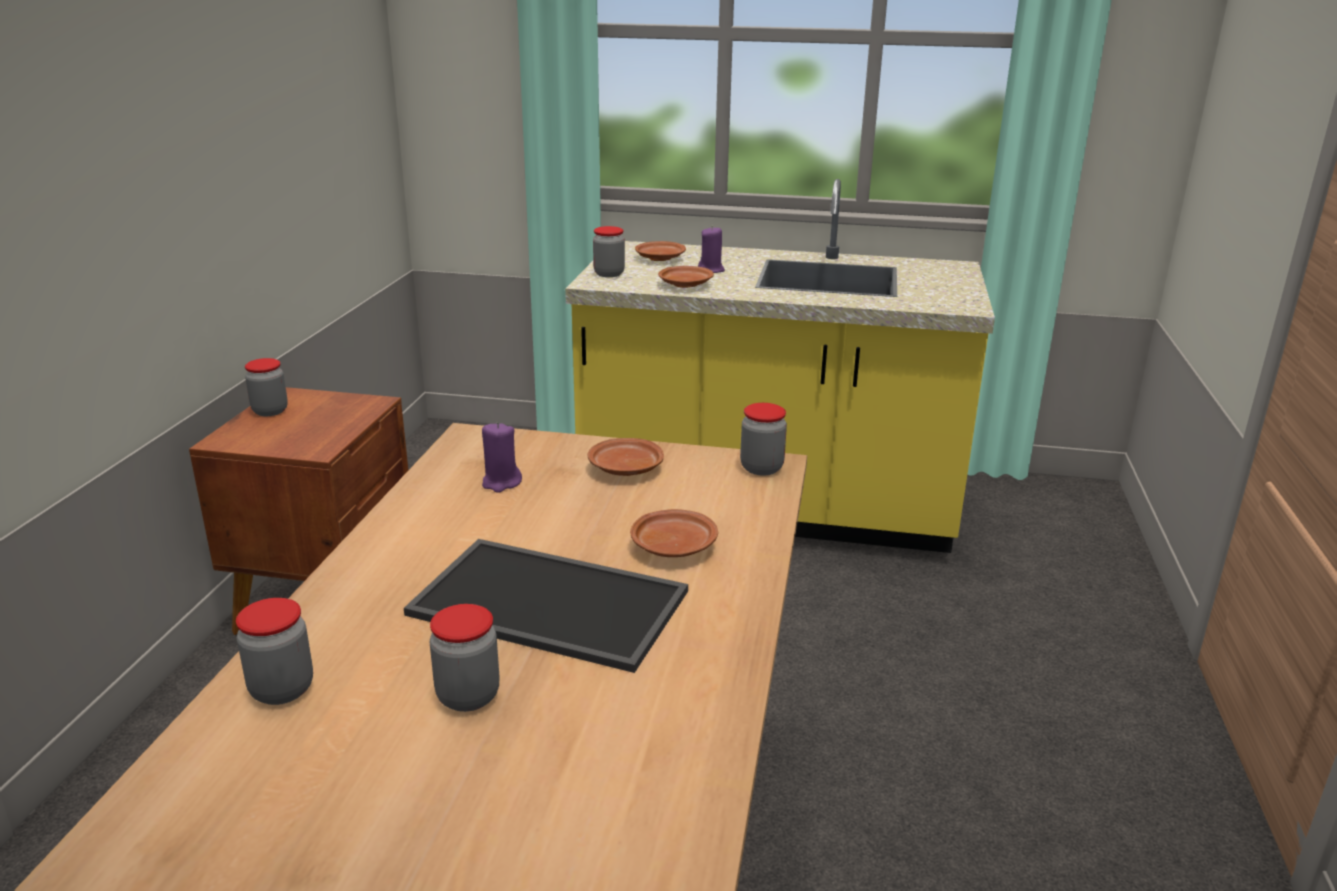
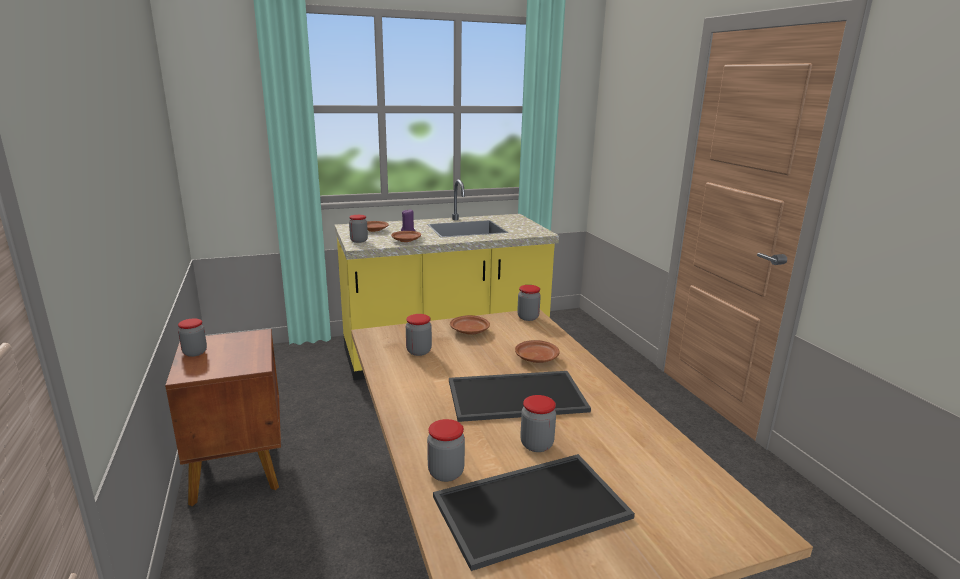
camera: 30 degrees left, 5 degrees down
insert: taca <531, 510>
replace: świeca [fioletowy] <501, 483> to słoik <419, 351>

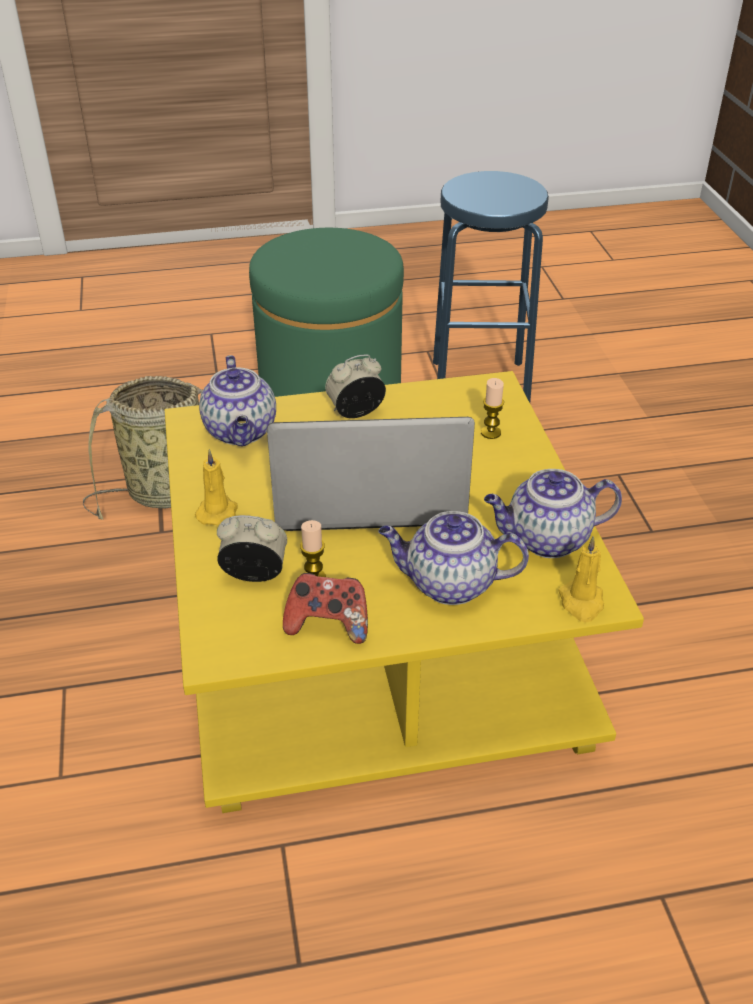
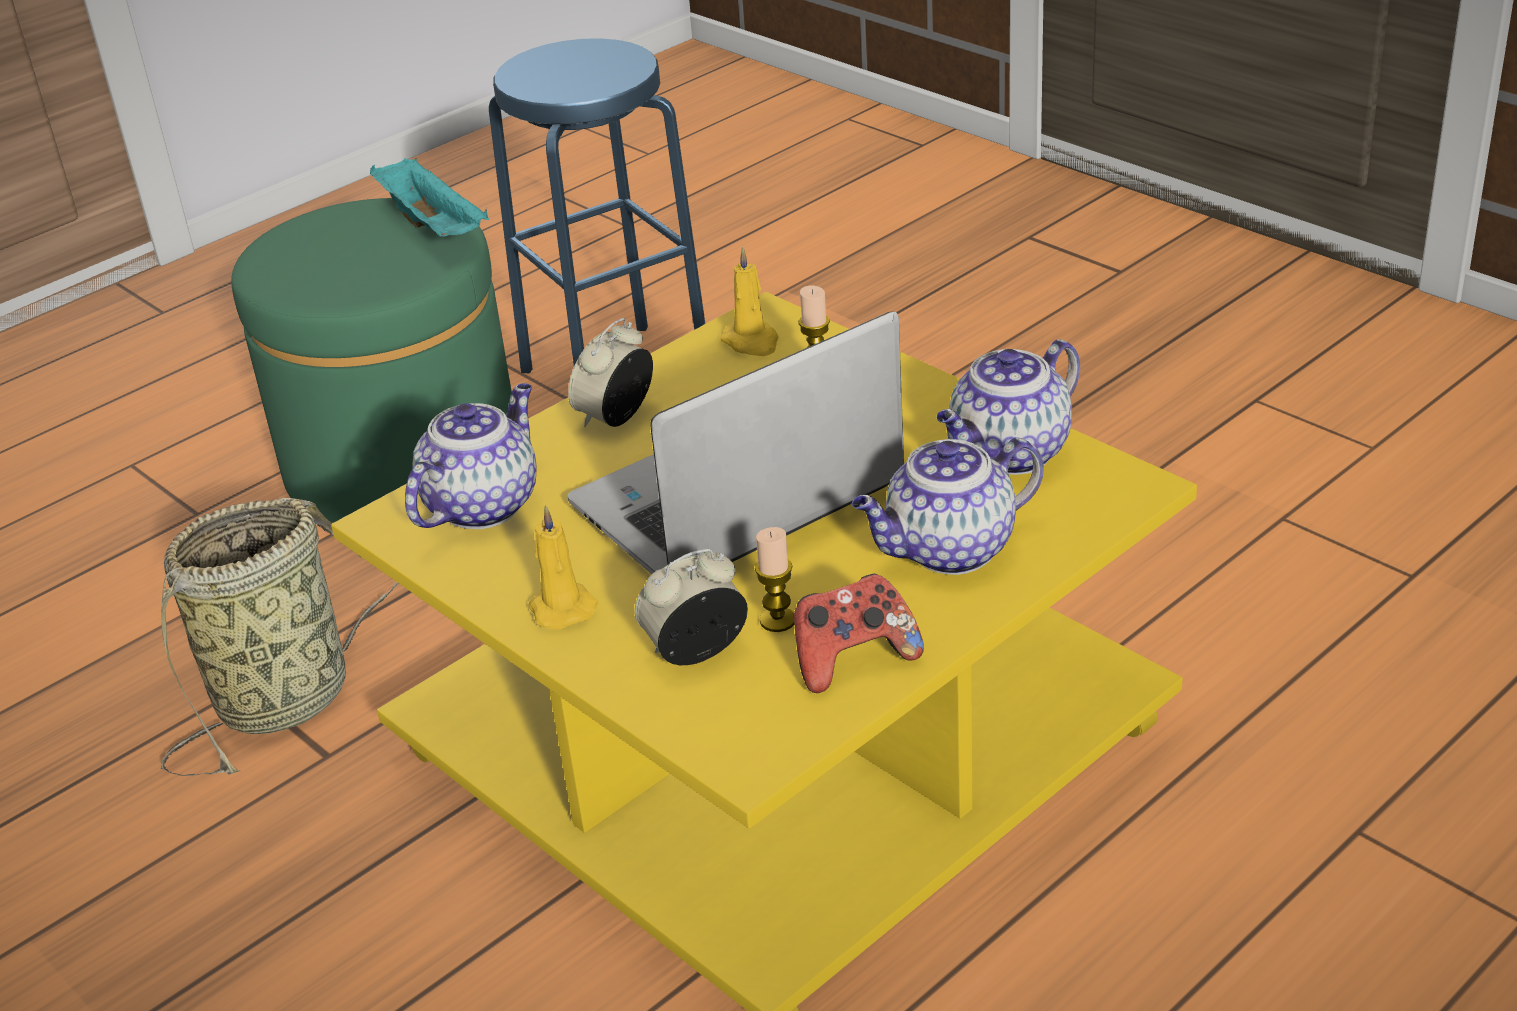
camera: 30 degrees left, 5 degrees down
insert: taca [turkusowy] <434, 227>
move: świeca [żółty] <581, 603> to <752, 342>
rotate: imbryk <241, 432> = <482, 504> 105 degrees counterclockwise

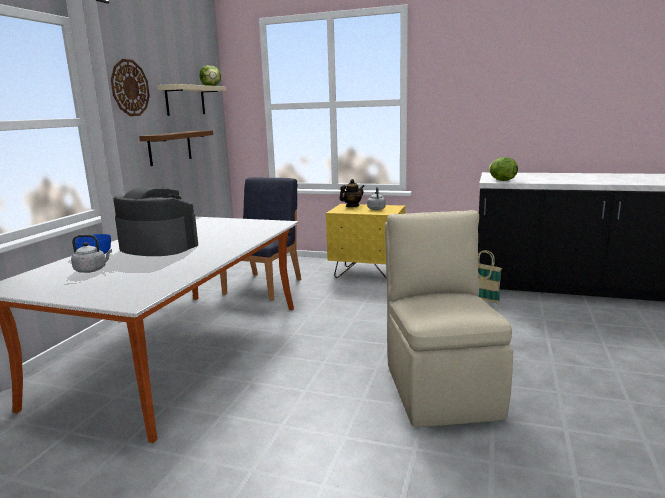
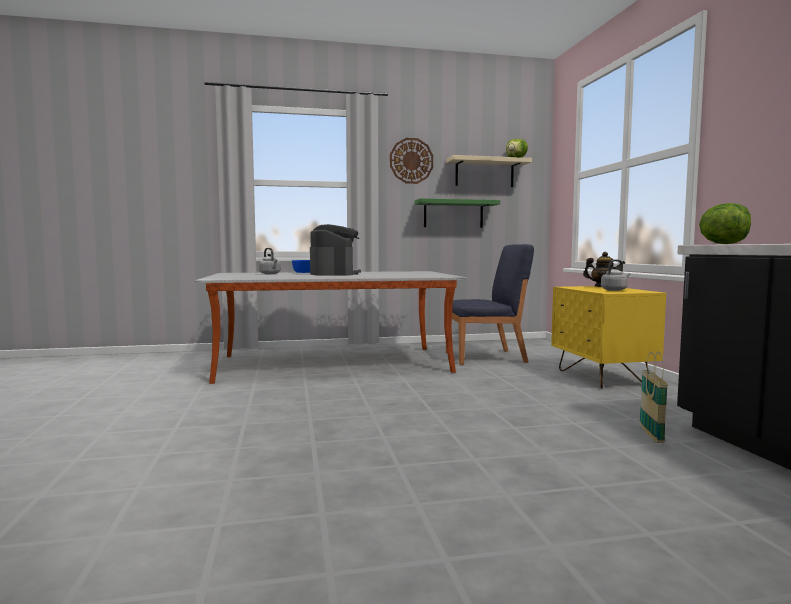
camera: 60 degrees right, 10 degrees down
delete: krzesło [beżowy] <441, 388>
recolor: półka [brązowy] <170, 147> to półka [zielony] <453, 214>

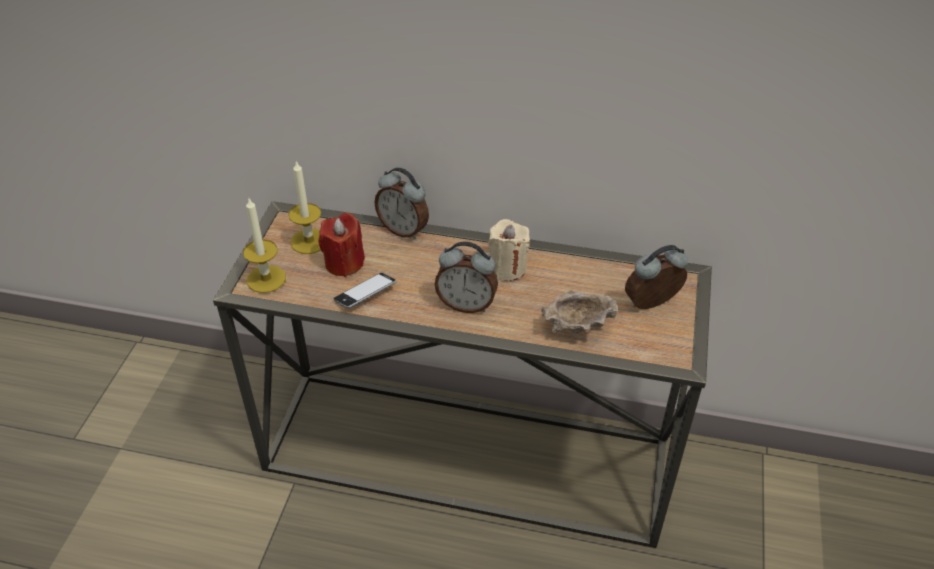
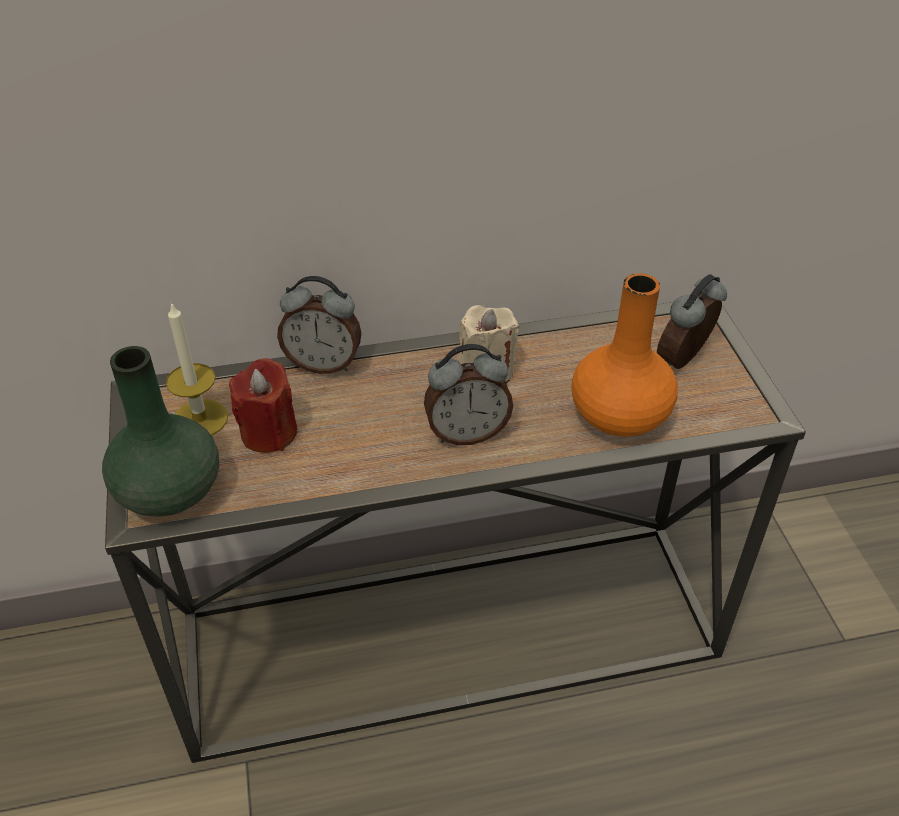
camera: 25 degrees left, 0 degrees up
delete: telefon <365, 294>
replace: świeca <266, 279> to wazon [zielony] <170, 490>; miska [beżowy] <577, 328> to wazon [pomarańczowy] <620, 416>

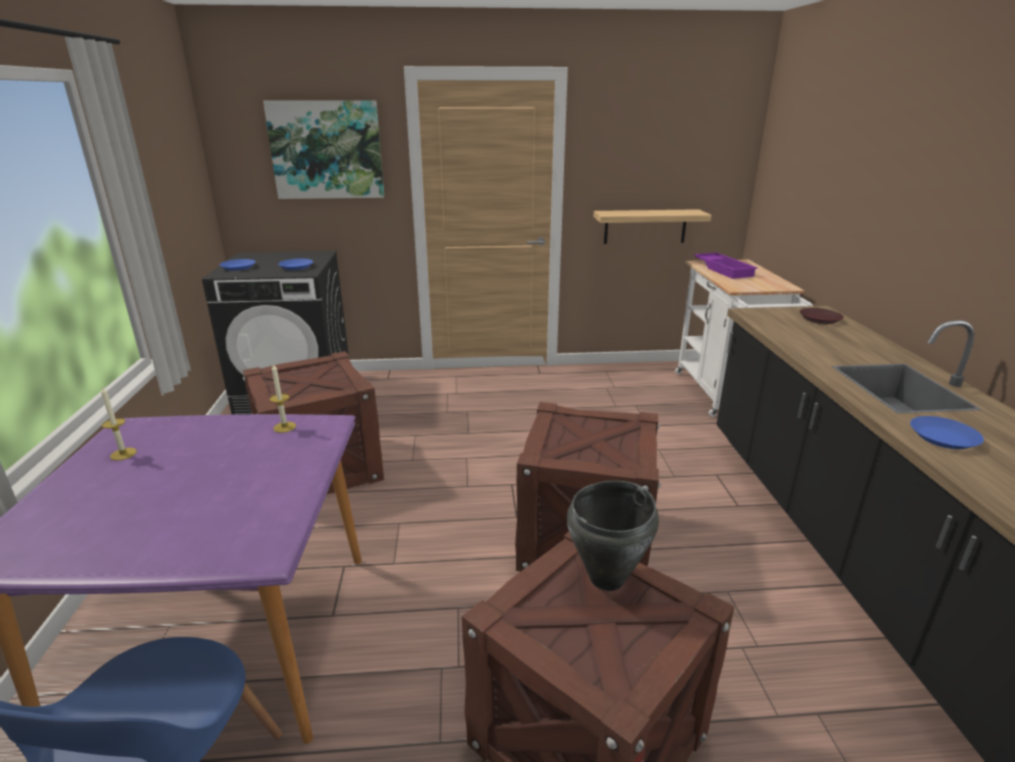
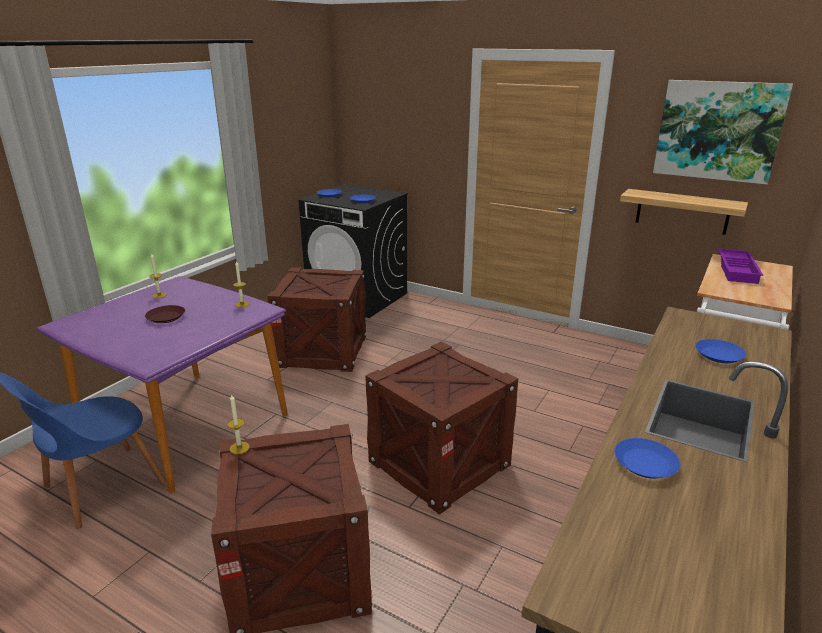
camera: 35 degrees right, 0 degrees up
delete: garnek [czarny] <608, 578>
insert: talerz [niebieski] <718, 355>; świeca <239, 448>
move: obraz <326, 150> to <718, 131>; talerz [brązowy] <820, 319> to <166, 317>

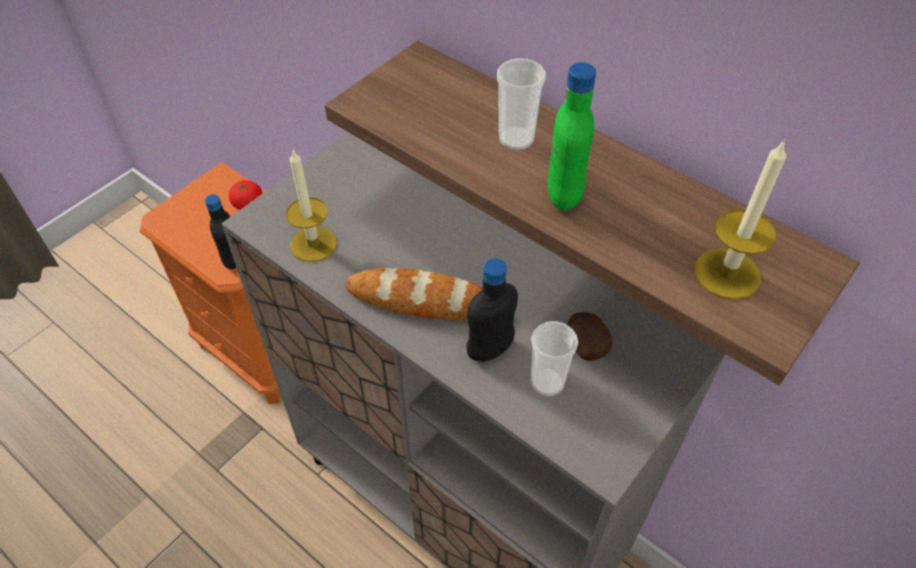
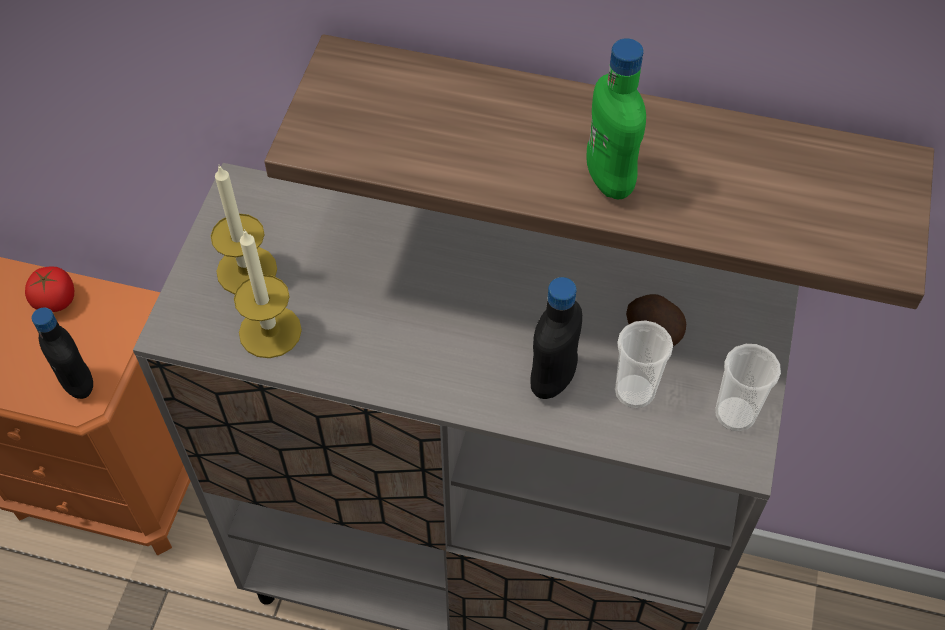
camera: 25 degrees left, 5 degrees up
delete: chleb <422, 300>
move: filiżanka <516, 139> to <735, 414>; świeca <727, 273> to <246, 270>

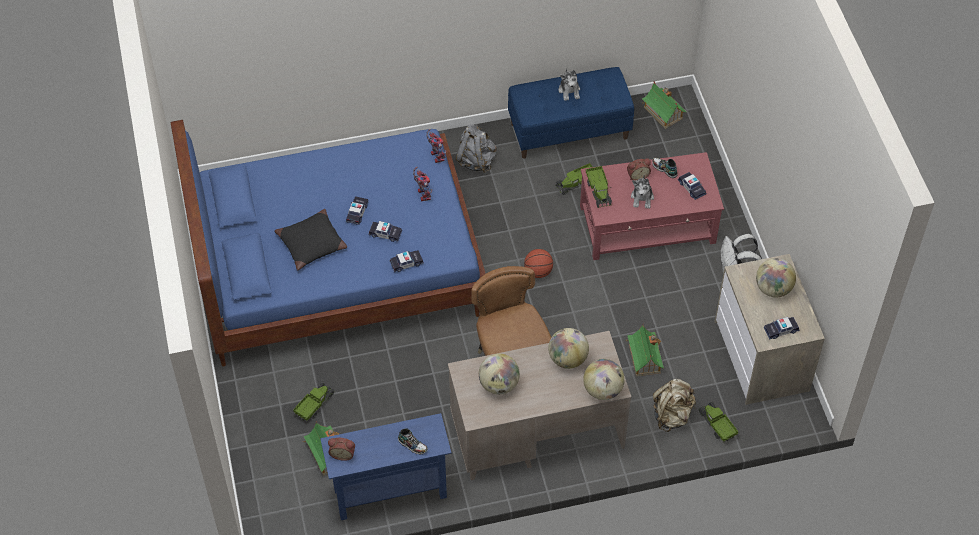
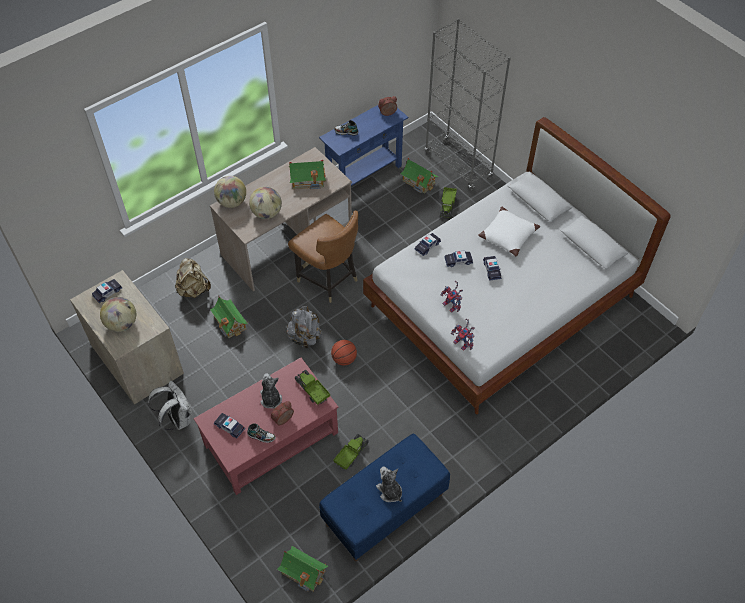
camera: 155 degrees right, 0 degrees up
delete: ciężarówka zabawkowa <716, 425>
insert: regał [szary] <458, 165>
move: plecak [szary] <476, 160> to <305, 337>
replace: globus <499, 385> to domek <308, 180>
recolor: łóżko [niebieski] <337, 265> to łóżko [biały] <501, 303>; poduszka [czarny] <312, 244> to poduszka [biały] <507, 235>

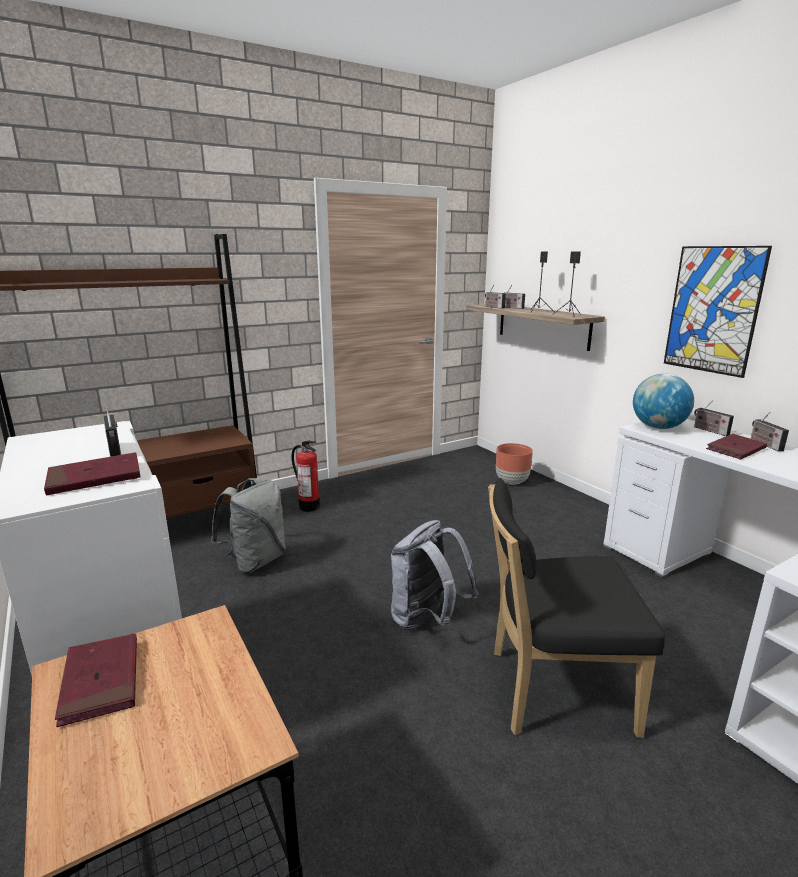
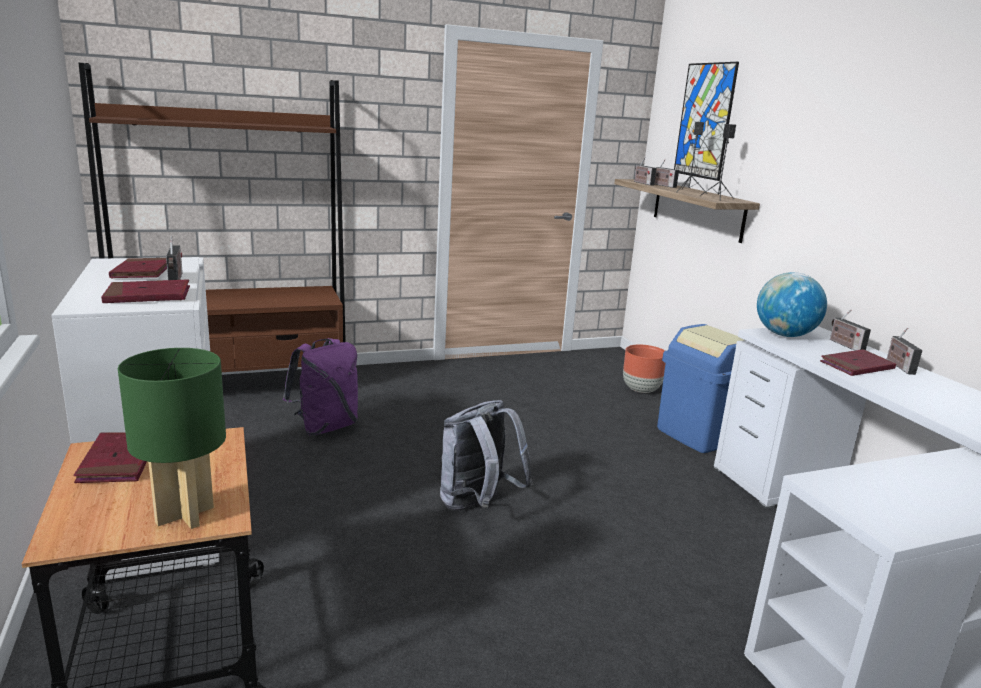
camera: 10 degrees right, 0 degrees up
delete: gaśnica <309, 506>; krzesło [czarny] <552, 690>
insert: książka [czerwony] <142, 272>; kosz na śmieci [niebieski] <698, 435>; lampa stołowa [zielony] <186, 515>
move: obraz <713, 310> to <704, 121>
recolor: plecak [szary] <255, 561> to plecak [fioletowy] <325, 427>

